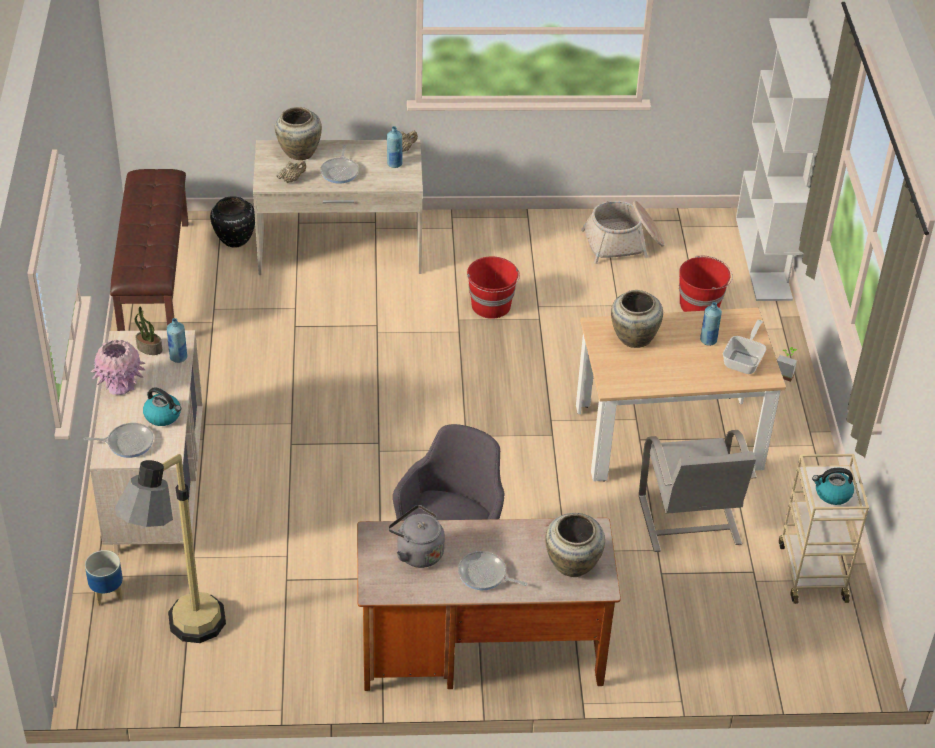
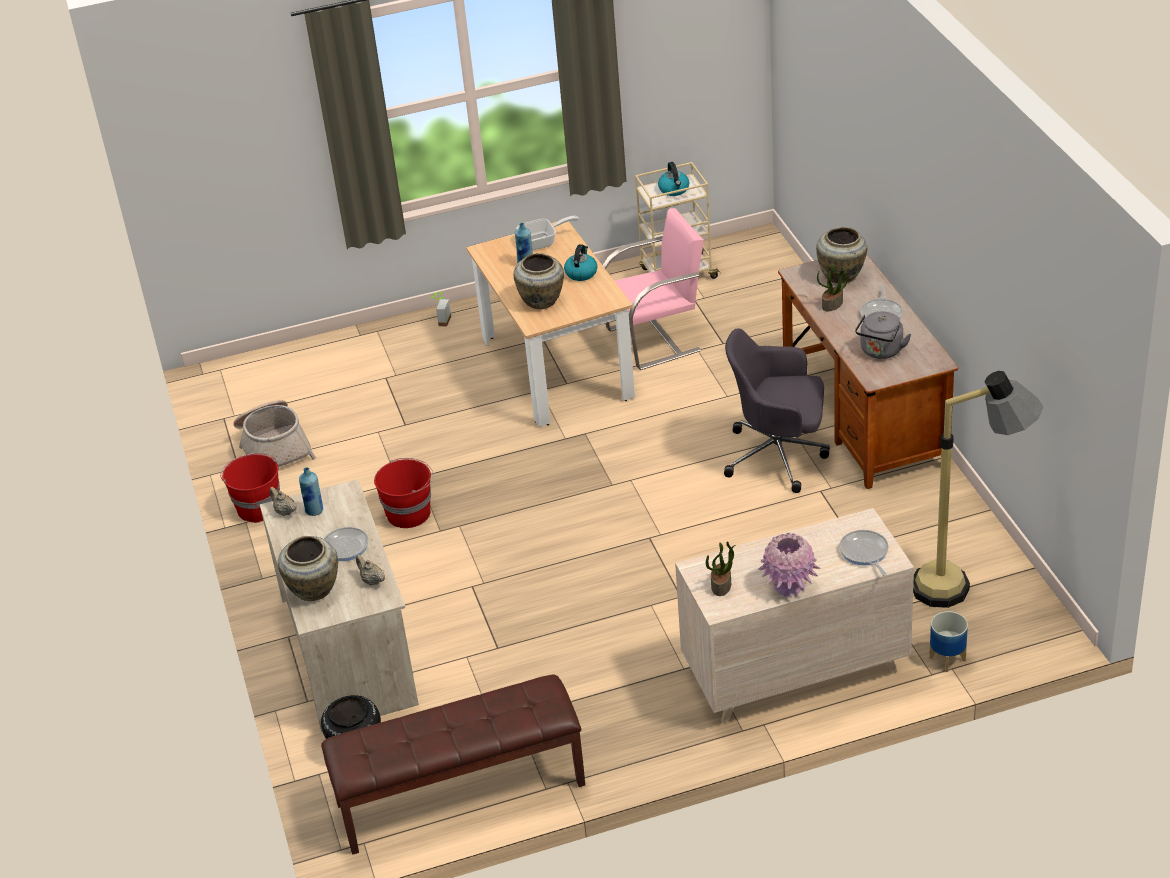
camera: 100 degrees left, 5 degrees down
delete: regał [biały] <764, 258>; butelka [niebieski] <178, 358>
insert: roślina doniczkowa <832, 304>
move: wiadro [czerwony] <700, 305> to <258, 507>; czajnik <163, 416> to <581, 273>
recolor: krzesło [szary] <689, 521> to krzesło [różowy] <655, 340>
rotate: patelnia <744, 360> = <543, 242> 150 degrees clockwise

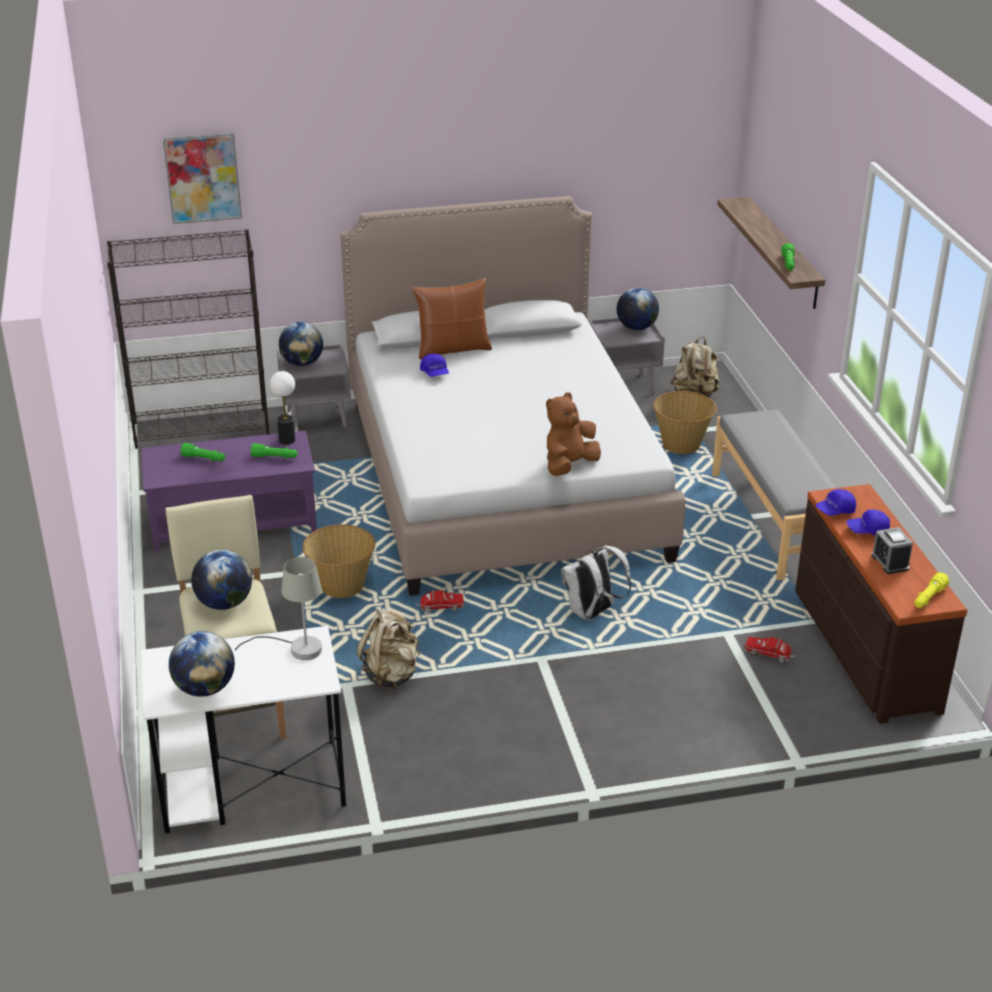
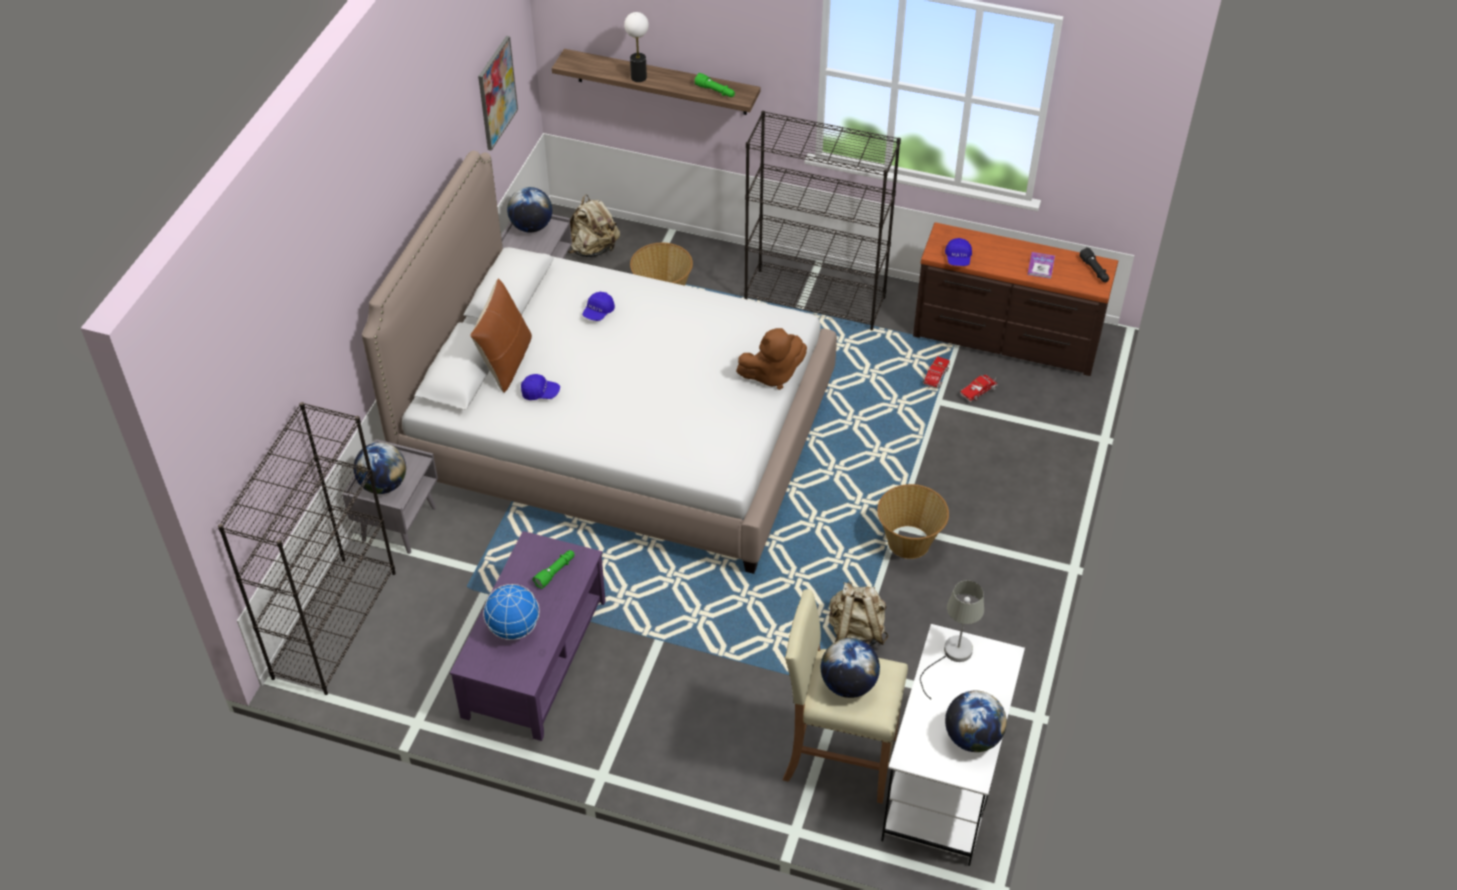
camera: 60 degrees left, 15 degrees up
delete: plecak [biały] <592, 613>
move: obraz <202, 178> to <496, 93>; lampa stołowa <287, 440> to <638, 77>; czapka z daszkiem [niebieski] <867, 530> to <598, 312>; koszyk <341, 586> to <909, 543>; ciężarówka zabawkowa <439, 607> to <935, 378>
replace: ławka [szary] <774, 521> to regał [czarny] <816, 299>; latarka [zielony] <204, 459> to globus <514, 628>; budzik <890, 562> to książka <1041, 266>
recolor: latarka [żółty] <928, 598> to latarka [czarny] <1094, 271>
rotate: pluszak [brązowy] <569, 466> = <772, 375> 90 degrees counterclockwise

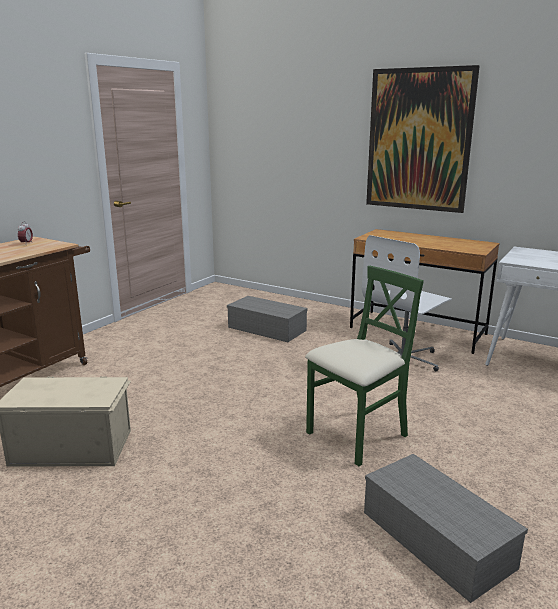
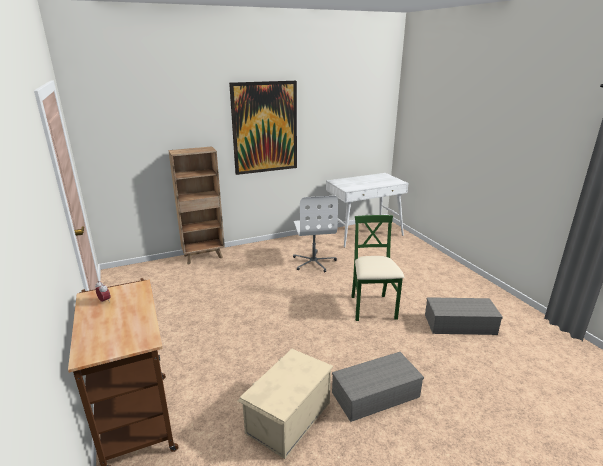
camera: 55 degrees left, 5 degrees up
delete: biurko [brązowy] <417, 331>
insert: regał [brązowy] <204, 256>
move: pojemnik do przechowywania [szary] <268, 329> to <376, 393>

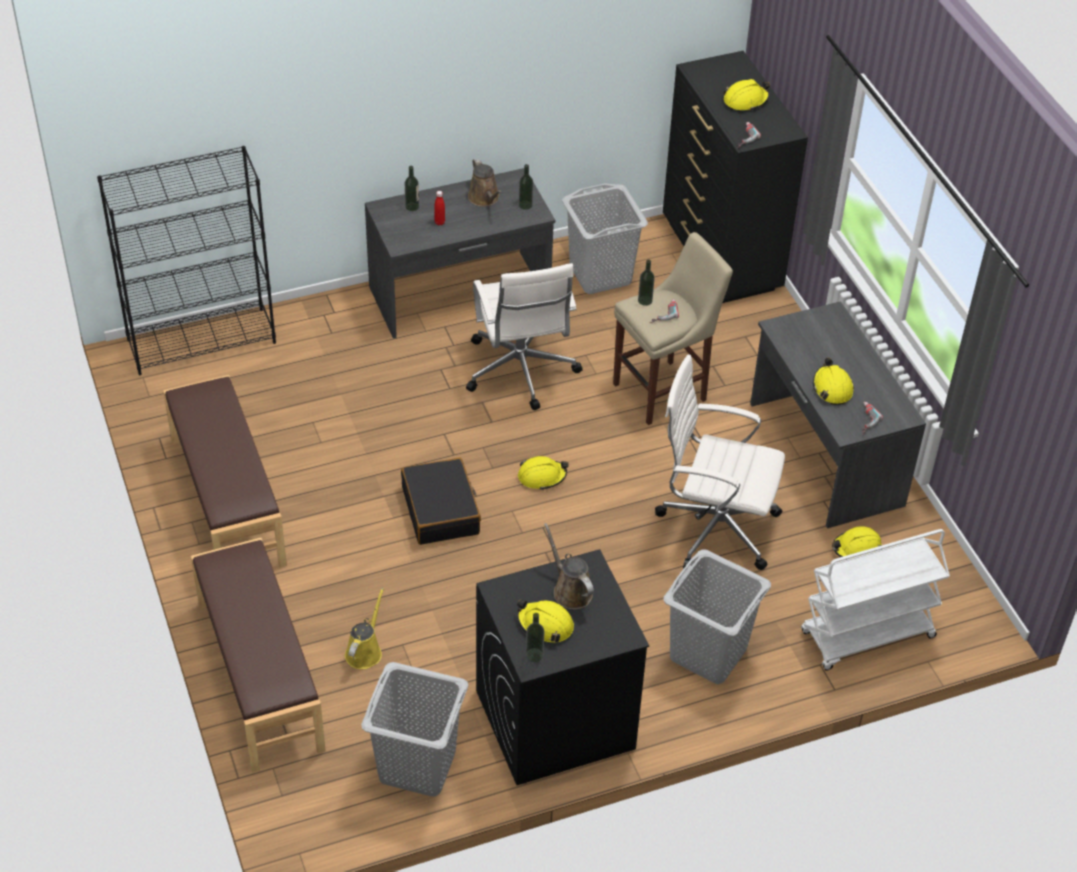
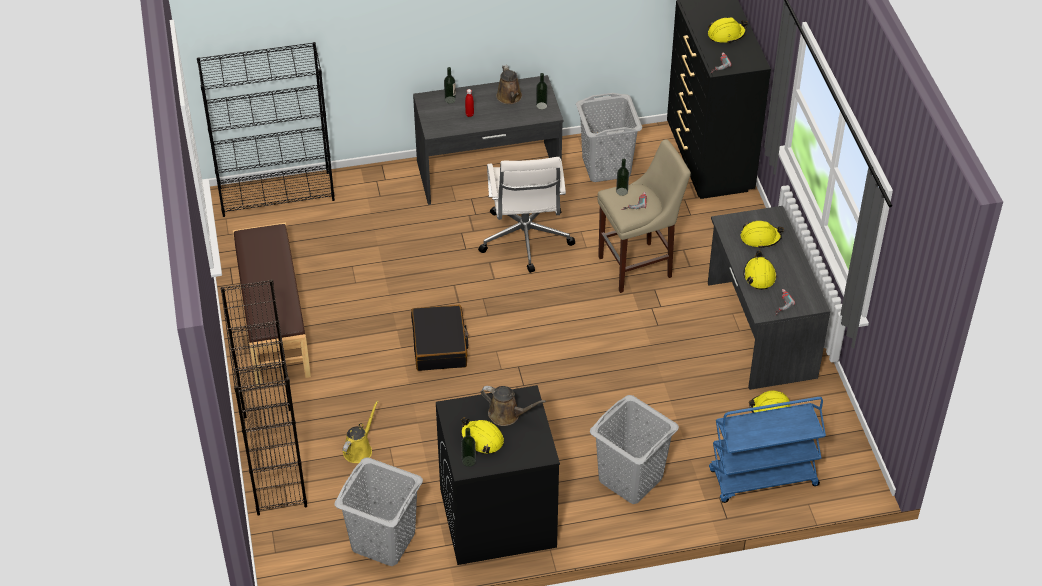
camera: 10 degrees right, 0 degrees up
delete: krzesło biurowe [biały] <714, 527>
move: kask [żółty] <542, 476> to <760, 238>
replace: ławka [brązowy] <258, 676> to regał [czarny] <274, 460>
recolor: wózek [biały] <867, 636> to wózek [niebieski] <762, 479>
rotate: konewka [brązowy] <570, 590> = <507, 414> 135 degrees clockwise

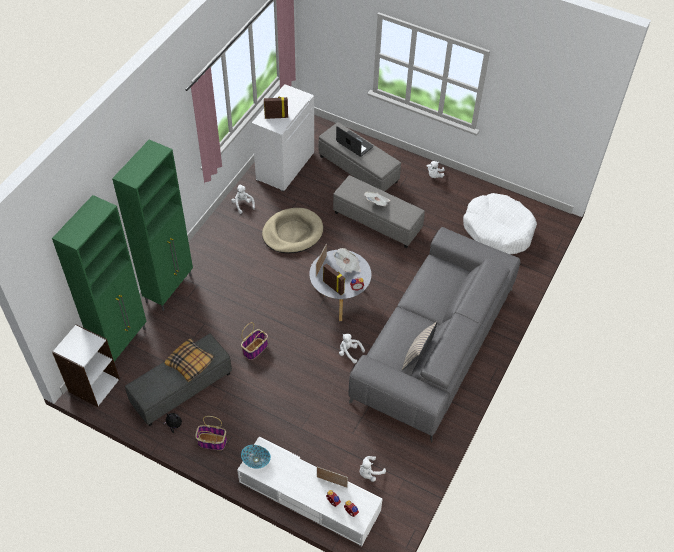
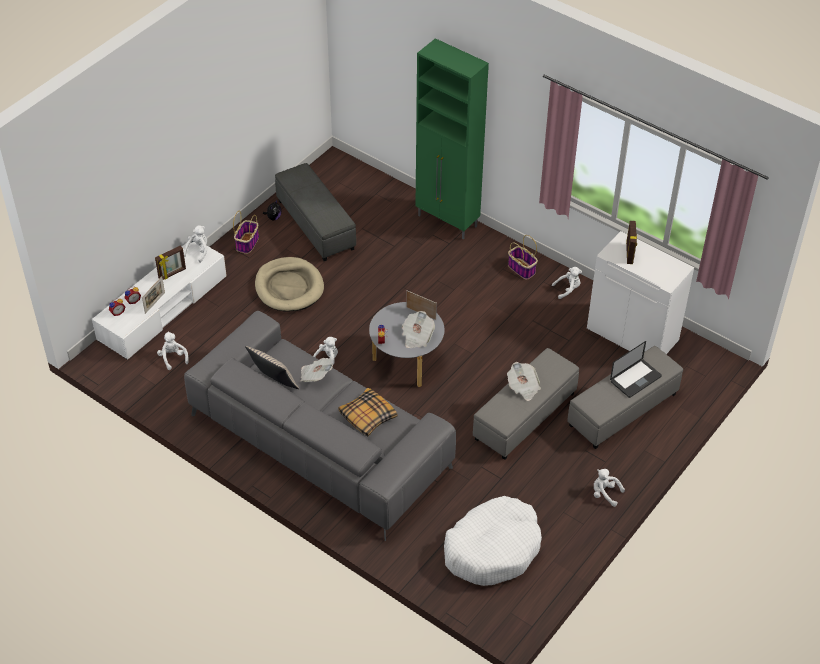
camera: 100 degrees right, 5 degrees down
delete: szafka [zielony] <122, 343>; regał [biały] <93, 385>
insert: gazeta <315, 376>
move: legowisko [beżowy] <292, 233> to <289, 287>; ramka na zdjęcie <333, 287> to <172, 274>; koszyk <255, 348> to <522, 269>; poduszka <190, 363> to <367, 416>
replace: miska <256, 459> to pluszak [biały] <198, 251>

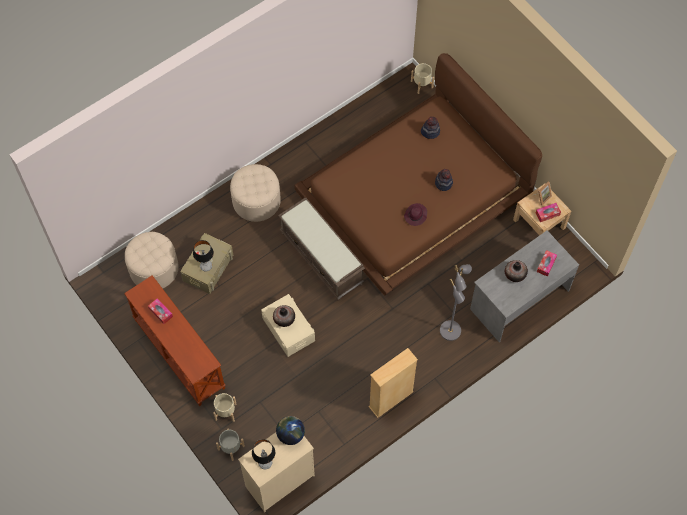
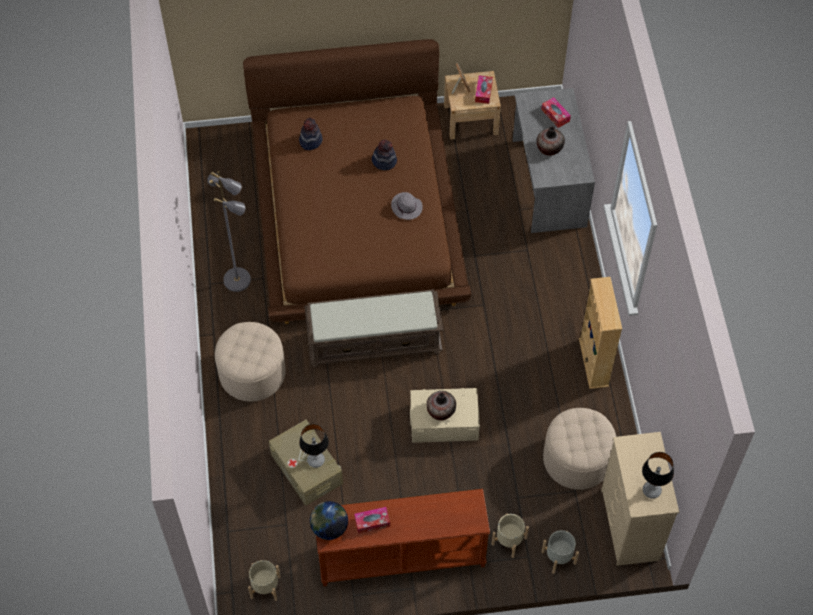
camera: 60 degrees left, 5 degrees down
move: donica [beżowy] <422, 84> to <265, 587>; pufa [beżowy] <154, 268> to <577, 459>; lampa stojąca [szary] <451, 331> to <238, 279>; globus <290, 434> to <329, 528>
recolor: kapelusz [fioletowy] <415, 215> to kapelusz [szary] <407, 207>

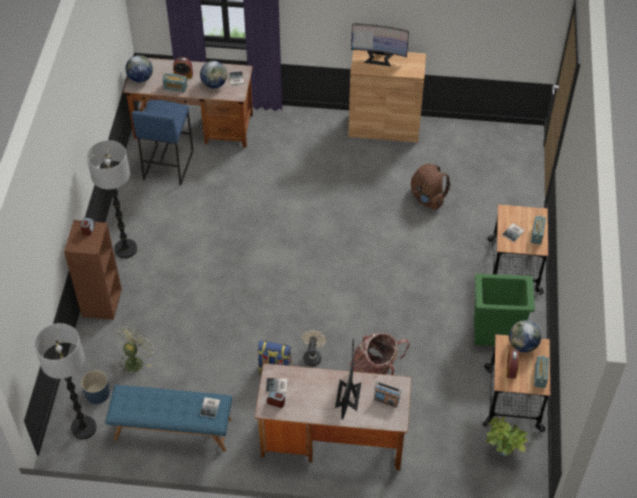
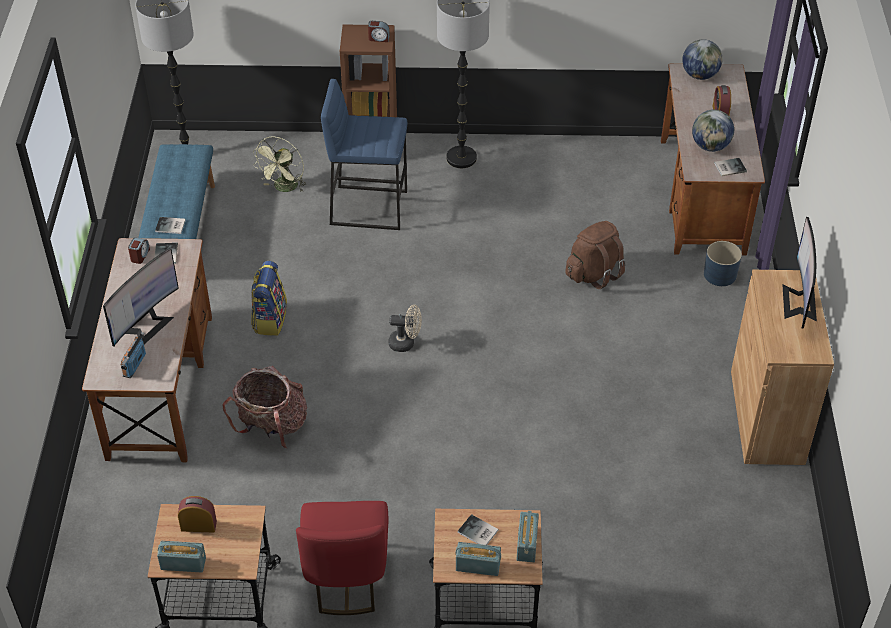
camera: 85 degrees right, 5 degrees down
delete: globus <522, 345>; roślina doniczkowa <501, 452>
move: radio <175, 87> to <526, 544>; stołek [niebieski] <167, 165> to <369, 207>; plecak [brązowy] <427, 198> to <594, 273>; wentylator [beżowy] <312, 356> to <406, 343>; donica [niebieski] <97, 393> to <719, 274>
replace: kosz na śmieci [zielony] <496, 333> to krzesło [czerwony] <346, 578>
rotate: wentylator [zielony] <135, 360> = <284, 188> 90 degrees clockwise; monitor <348, 395> = <146, 325> 120 degrees clockwise

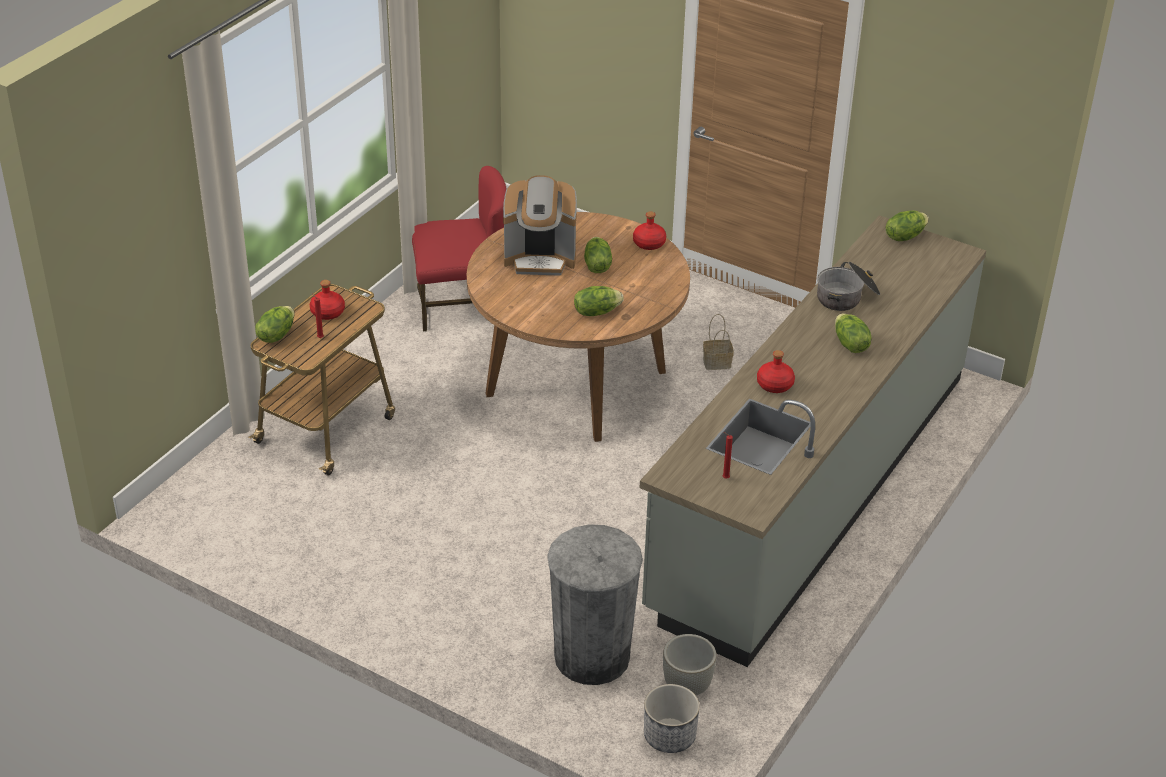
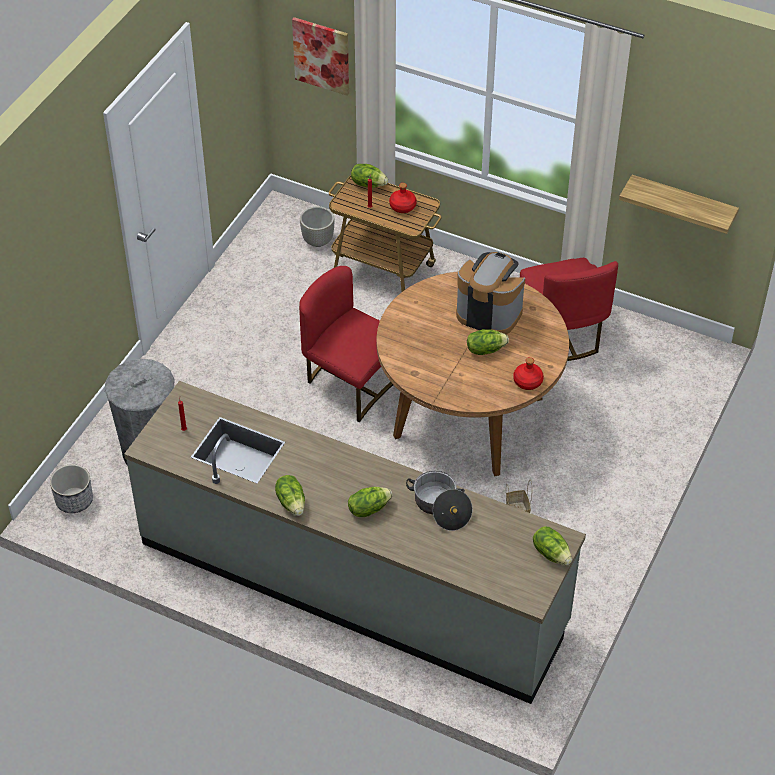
camera: 85 degrees right, 10 degrees up
delete: butelka [czerwony] <775, 384>
insert: obraz <321, 55>; półka <682, 204>; krzesło [czerwony] <351, 383>
move: sałata <596, 312> to <292, 502>; donica [szary] <686, 686> to <318, 241>
rotate: ekspres do kawy <540, 258> = <488, 313> 120 degrees clockwise

